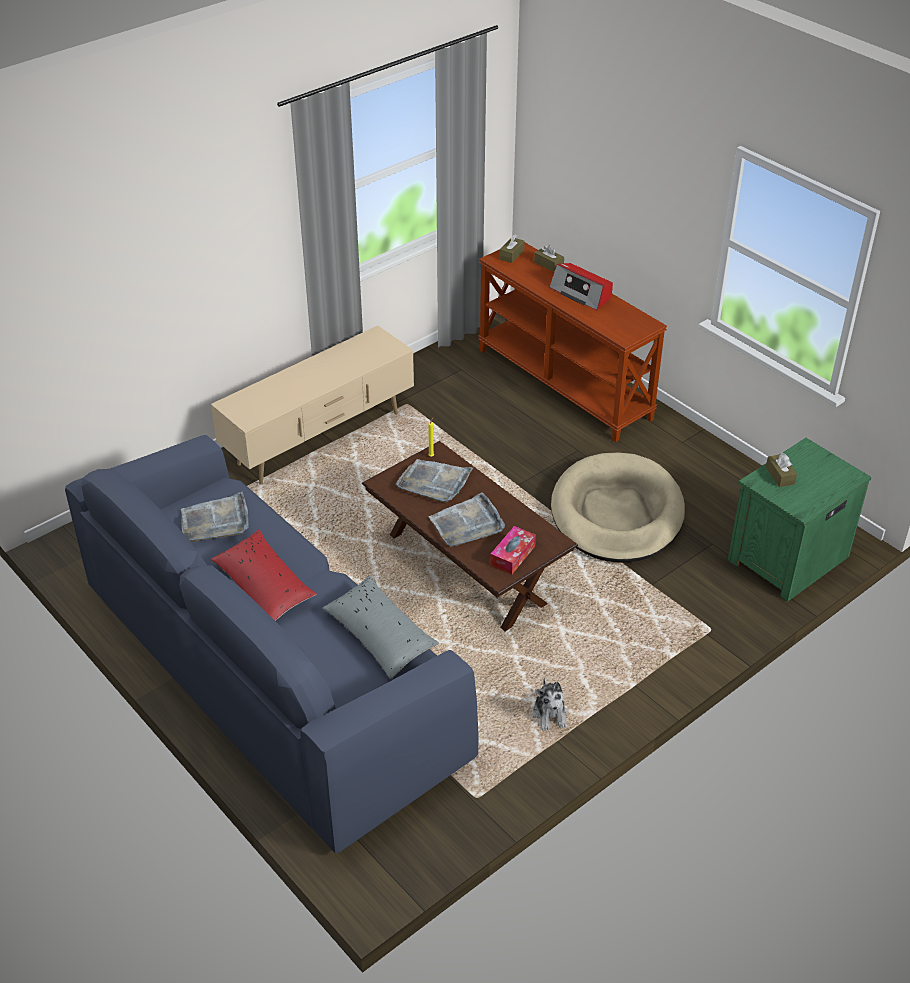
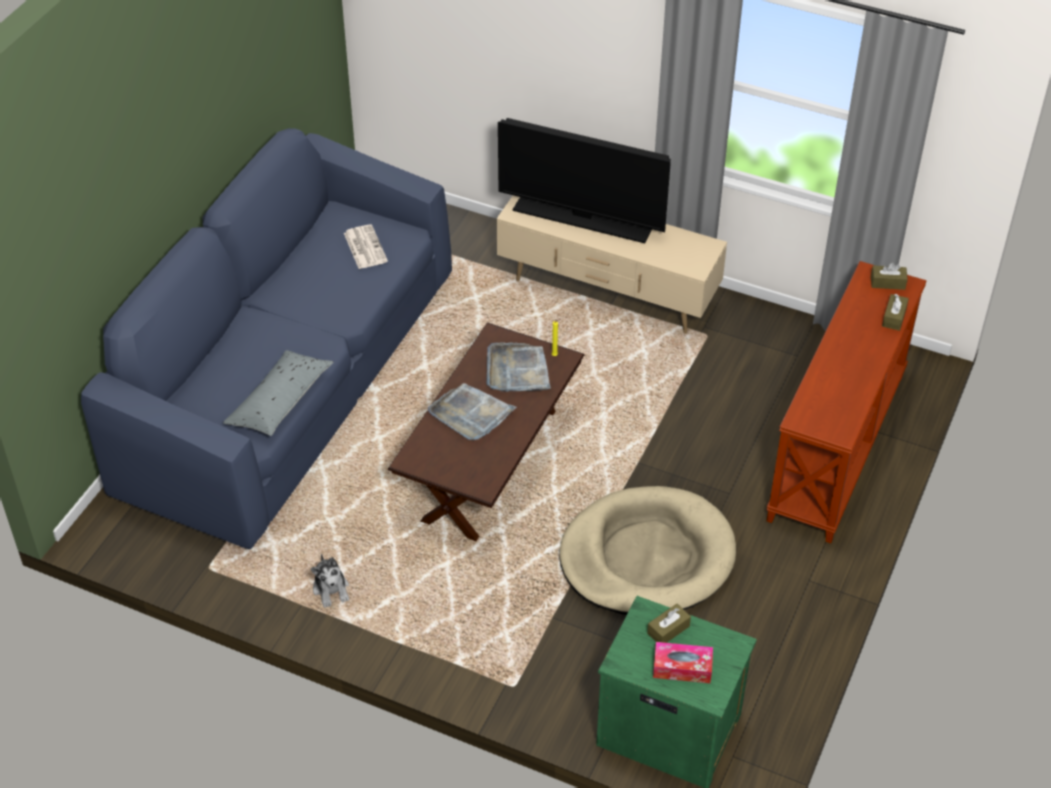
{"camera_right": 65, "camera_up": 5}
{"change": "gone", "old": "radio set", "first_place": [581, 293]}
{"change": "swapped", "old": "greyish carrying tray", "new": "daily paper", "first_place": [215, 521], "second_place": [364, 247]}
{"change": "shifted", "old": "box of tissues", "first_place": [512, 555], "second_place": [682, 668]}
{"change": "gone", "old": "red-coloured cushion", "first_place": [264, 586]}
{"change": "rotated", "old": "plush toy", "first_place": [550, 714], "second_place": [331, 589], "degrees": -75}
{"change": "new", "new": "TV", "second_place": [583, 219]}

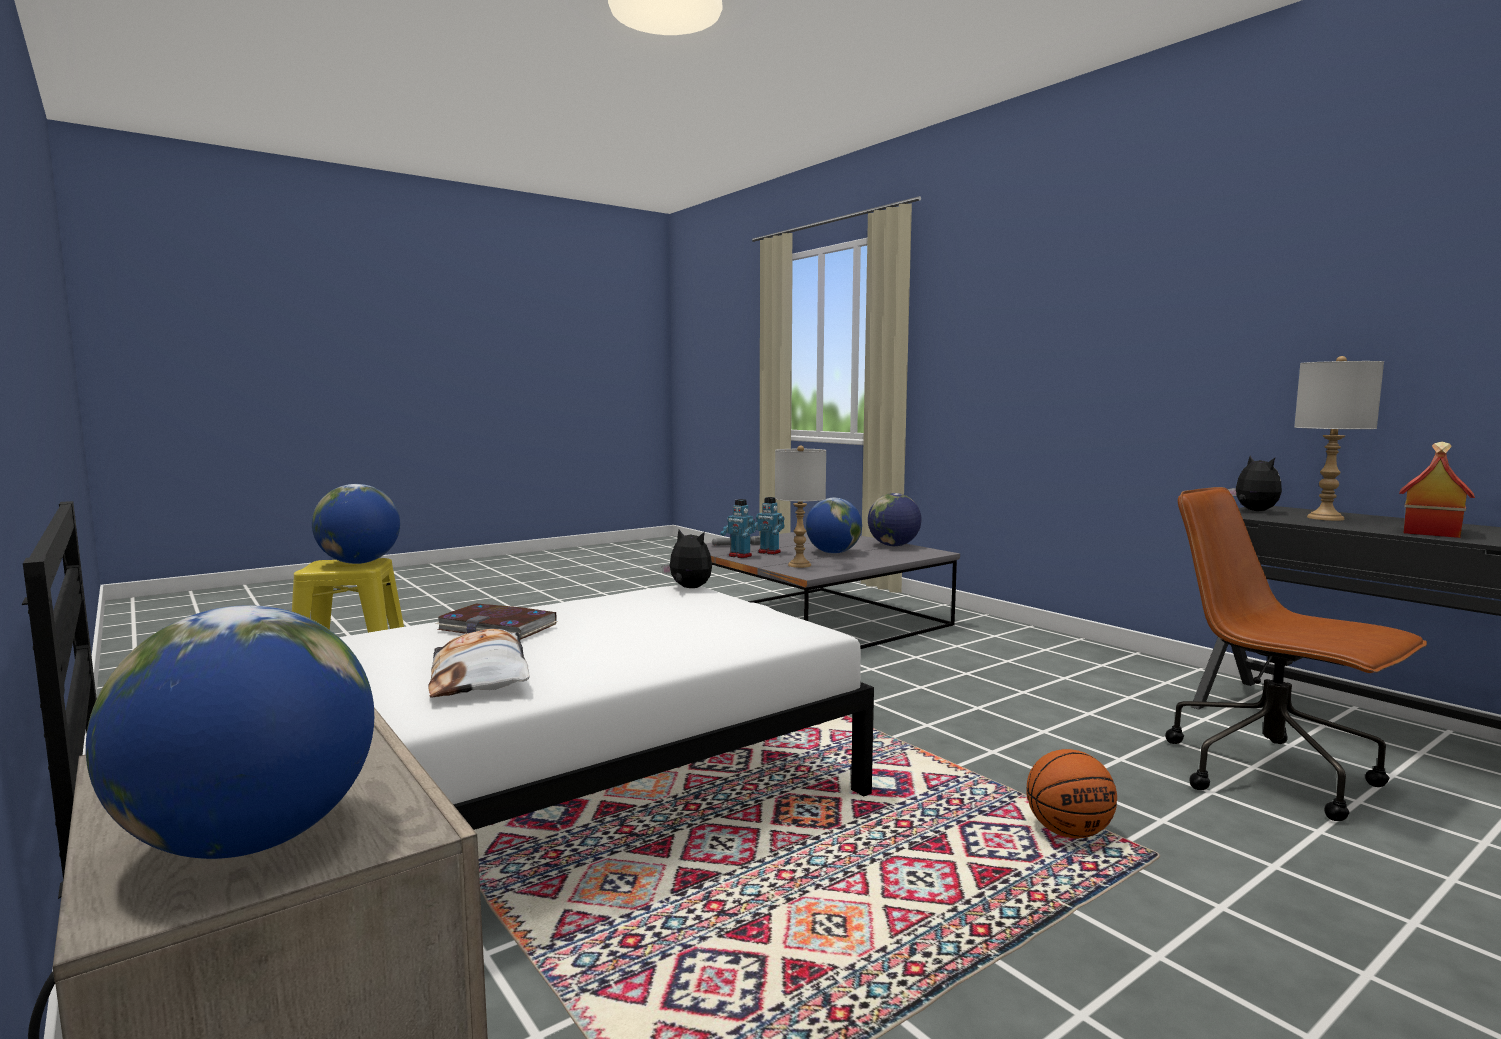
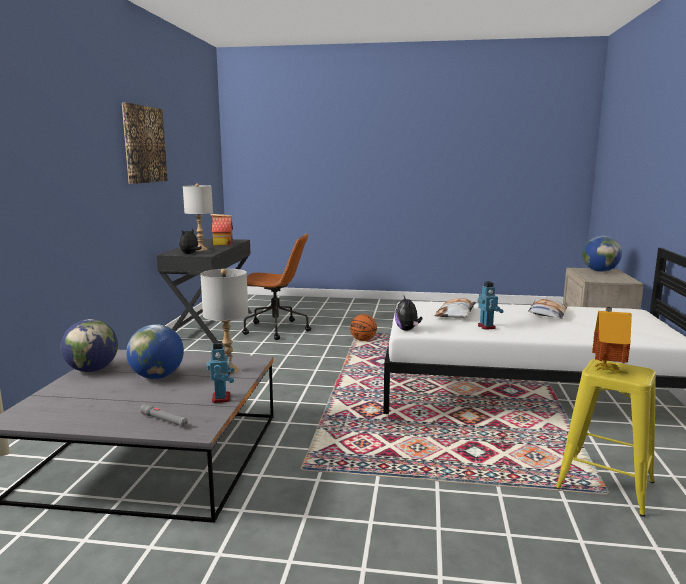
{"camera_right": -135, "camera_up": 5}
{"change": "swapped", "old": "desk globe", "new": "toy house", "first_place": [359, 563], "second_place": [607, 369]}
{"change": "rotated", "old": "brown-coloured desk chair", "first_place": [1273, 774], "second_place": [274, 330], "degrees": -90}
{"change": "shifted", "old": "toy robot", "first_place": [769, 552], "second_place": [487, 327]}
{"change": "gone", "old": "book", "first_place": [498, 627]}
{"change": "new", "new": "picture", "second_place": [144, 144]}
{"change": "new", "new": "cushion", "second_place": [456, 314]}

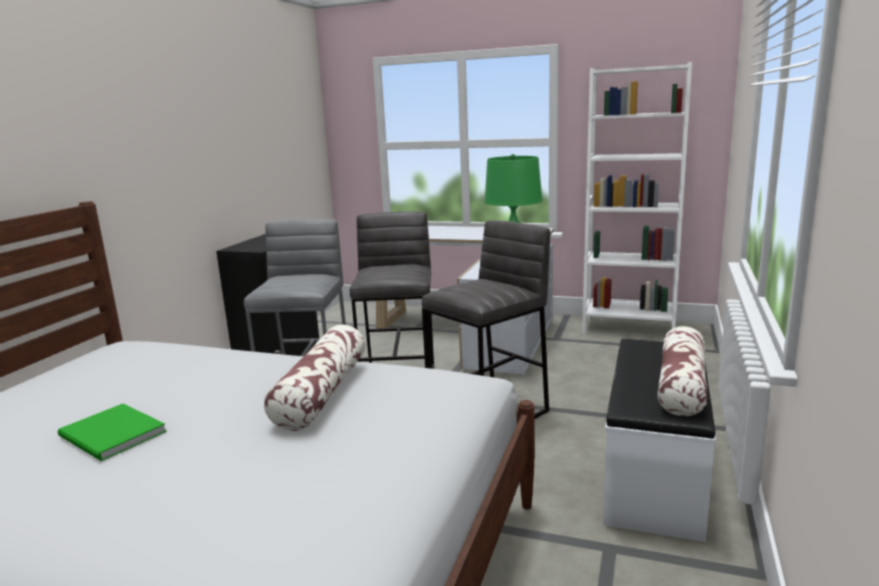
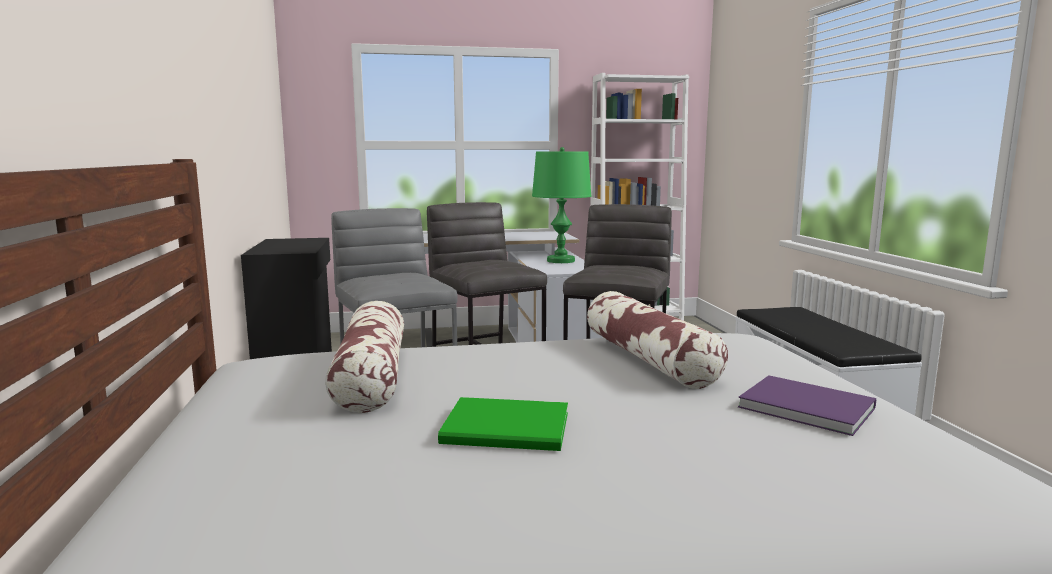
{"camera_right": -30, "camera_up": -5}
{"change": "shifted", "old": "cushion", "first_place": [681, 385], "second_place": [371, 376]}
{"change": "new", "new": "purplish book", "second_place": [803, 406]}

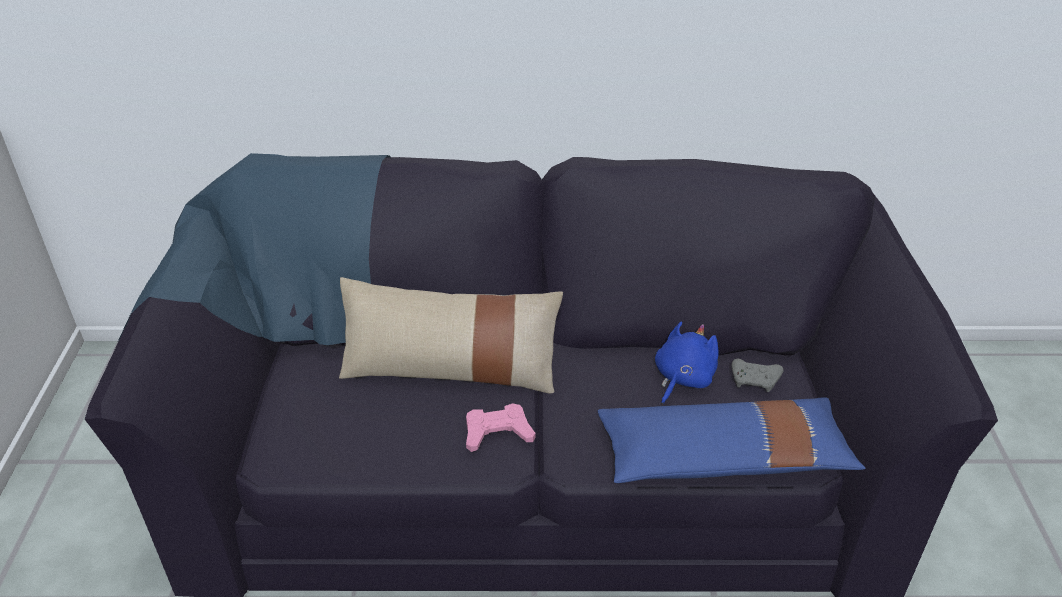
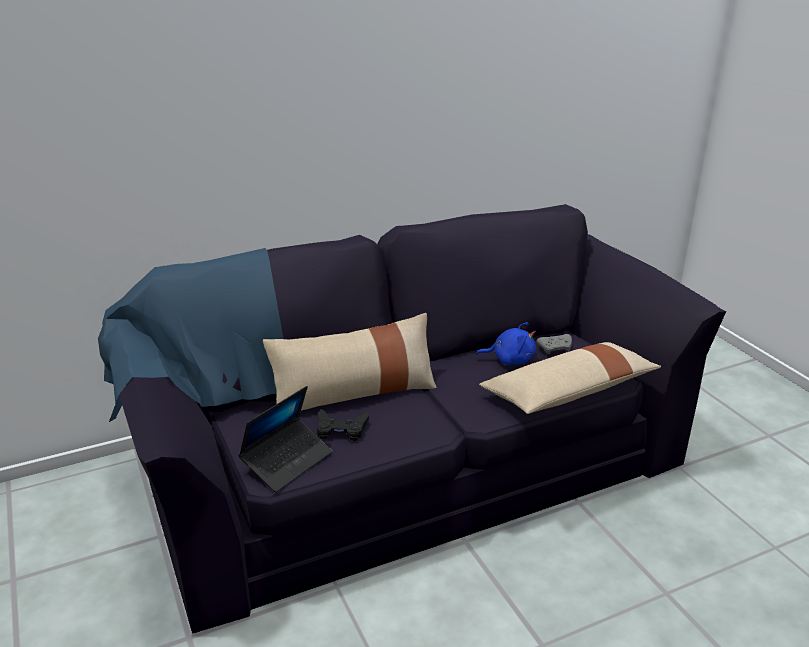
{"camera_right": -25, "camera_up": -10}
{"change": "rotated", "old": "blue plush toy", "first_place": [682, 378], "second_place": [510, 359], "degrees": 90}
{"change": "repainted", "old": "blue cushion", "new": "beige-coloured cushion", "first_place": [723, 458], "second_place": [569, 392]}
{"change": "gone", "old": "pinkish gamepad", "first_place": [497, 432]}
{"change": "new", "new": "portable computer", "second_place": [287, 461]}
{"change": "new", "new": "blackish gamepad", "second_place": [341, 429]}

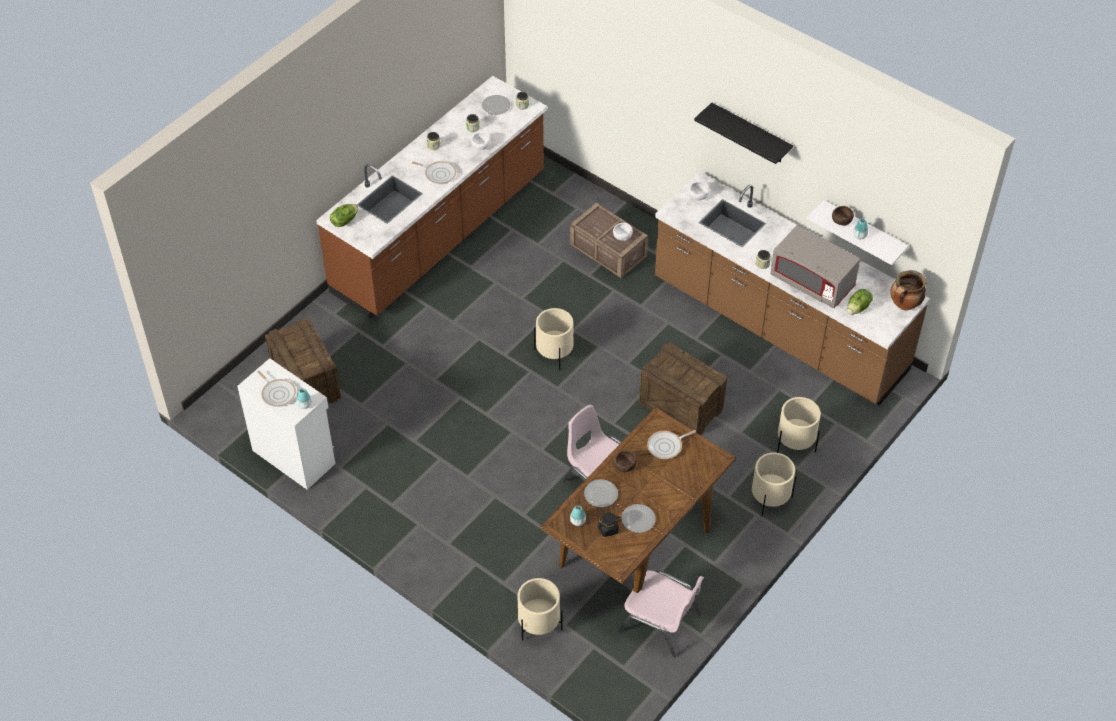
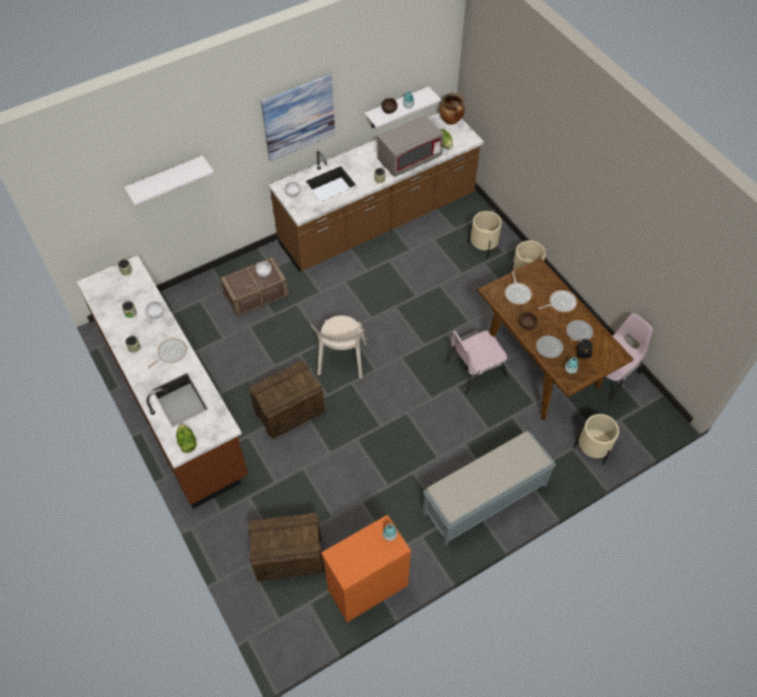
{"camera_right": -70, "camera_up": 5}
{"change": "gone", "old": "dinner plate", "first_place": [496, 106]}
{"change": "swapped", "old": "blackish bracket shelf", "new": "picture", "first_place": [750, 134], "second_place": [298, 117]}
{"change": "swapped", "old": "beige-coloured planter", "new": "beige-coloured chair", "first_place": [554, 354], "second_place": [341, 361]}
{"change": "shifted", "old": "shipping crate", "first_place": [680, 405], "second_place": [289, 411]}
{"change": "repainted", "old": "white-coloured cabinet", "new": "orange-coloured cabinet", "first_place": [294, 455], "second_place": [366, 587]}
{"change": "shifted", "old": "frying pan", "first_place": [278, 393], "second_place": [560, 303]}
{"change": "new", "new": "white-coloured bracket shelf", "second_place": [166, 180]}
{"change": "new", "new": "greyish long seat", "second_place": [484, 500]}

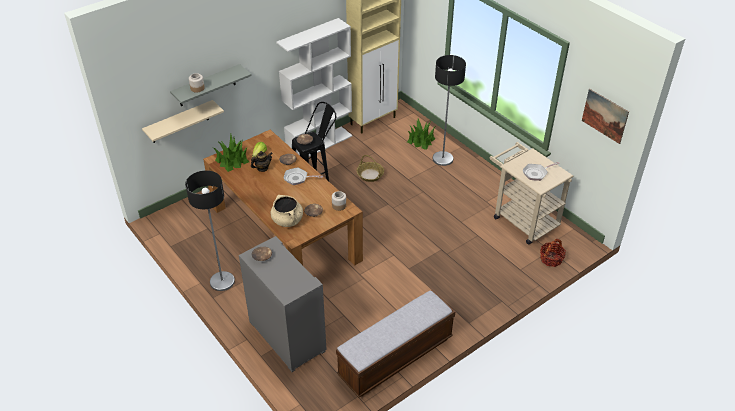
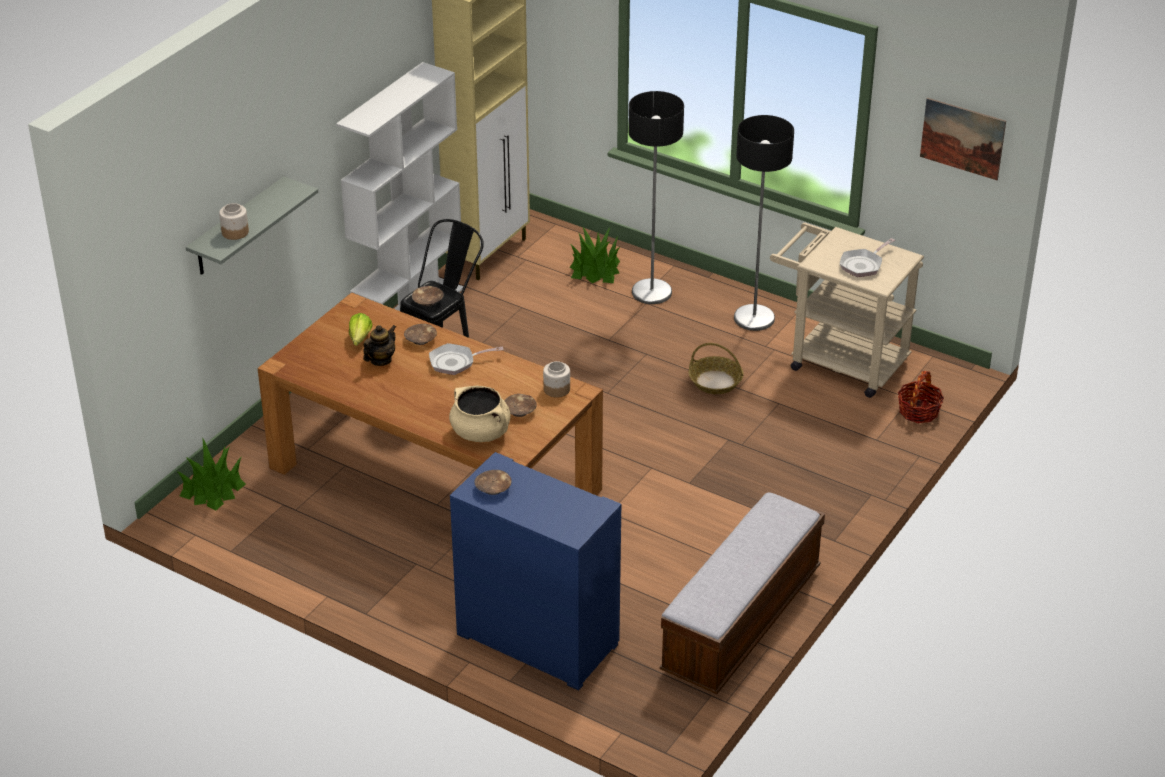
{"camera_right": -20, "camera_up": -5}
{"change": "gone", "old": "beige-coloured bracket shelf", "first_place": [179, 122]}
{"change": "shifted", "old": "potted plant", "first_place": [232, 160], "second_place": [213, 489]}
{"change": "shifted", "old": "household basket", "first_place": [370, 175], "second_place": [715, 381]}
{"change": "shifted", "old": "standard lamp", "first_place": [222, 281], "second_place": [753, 318]}
{"change": "repainted", "old": "greyish cabinet", "new": "blue cabinet", "first_place": [286, 336], "second_place": [536, 639]}

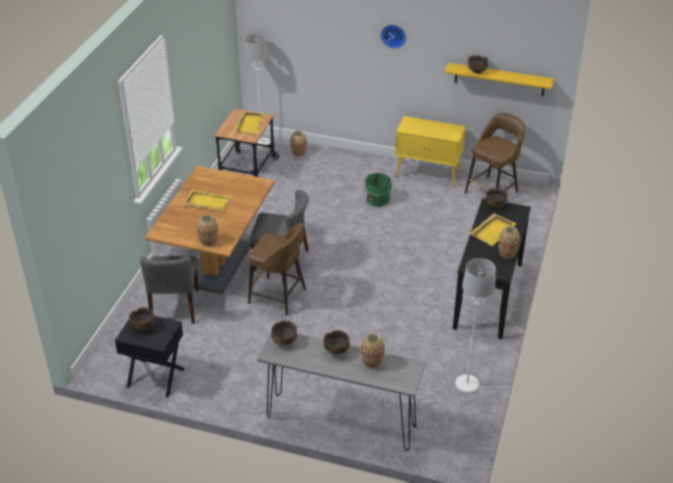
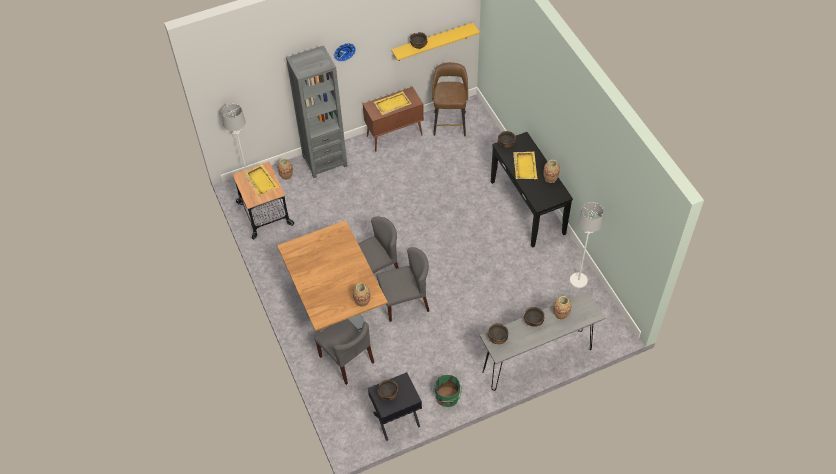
{"camera_right": -40, "camera_up": 15}
{"change": "repainted", "old": "yellowish cabinet", "new": "brown-coloured cabinet", "first_place": [428, 174], "second_place": [395, 135]}
{"change": "shifted", "old": "greenish pail", "first_place": [377, 200], "second_place": [447, 397]}
{"change": "shifted", "old": "yellowish carrying tray", "first_place": [207, 202], "second_place": [392, 104]}
{"change": "swapped", "old": "brown-coloured sitting stool", "new": "greyish chair", "first_place": [279, 296], "second_place": [405, 301]}
{"change": "new", "new": "greyish bookshelf", "second_place": [325, 161]}

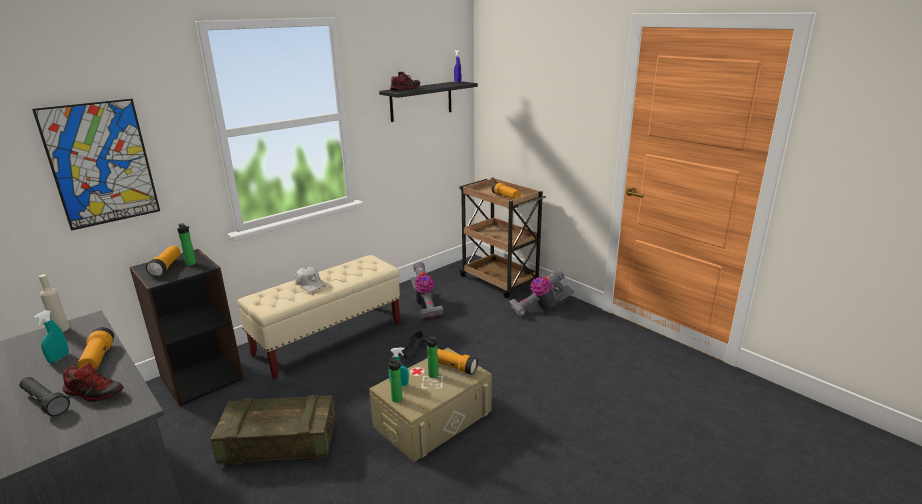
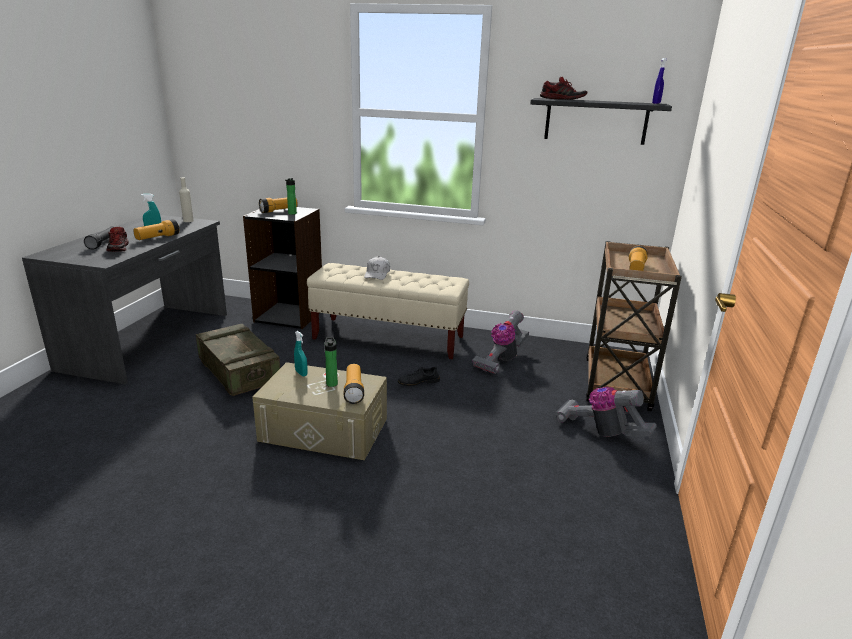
{"camera_right": 55, "camera_up": 0}
{"change": "gone", "old": "picture", "first_place": [101, 164]}
{"change": "gone", "old": "drink bottle", "first_place": [398, 400]}

